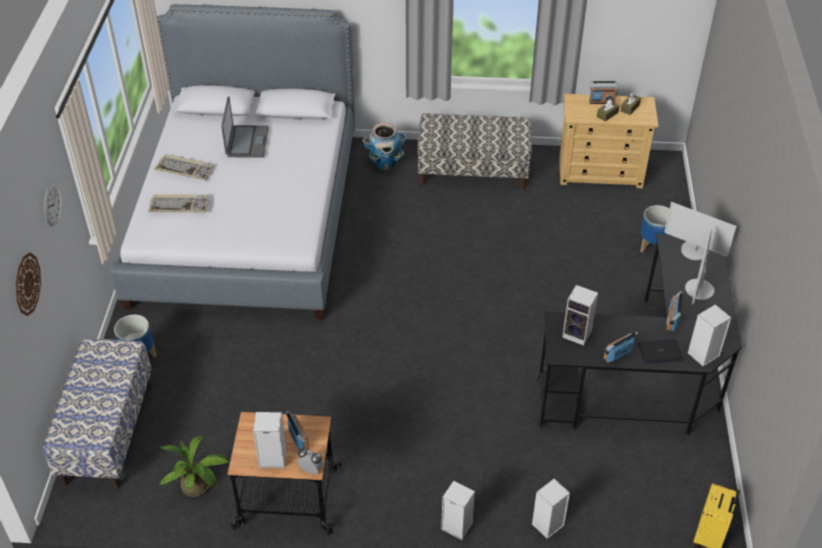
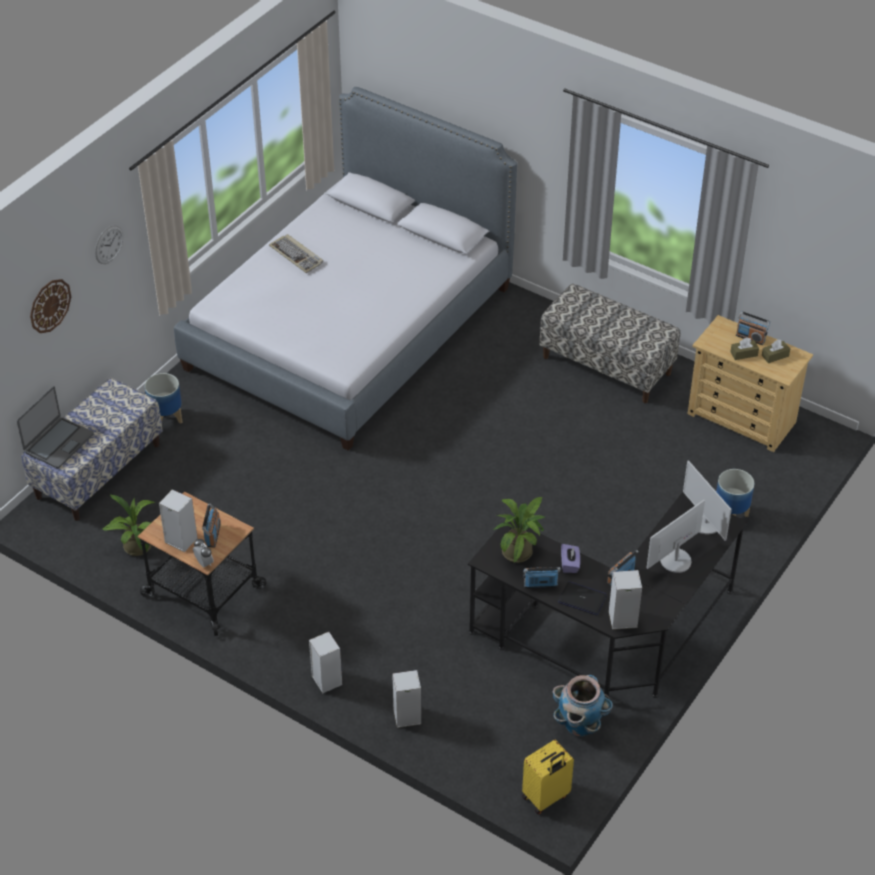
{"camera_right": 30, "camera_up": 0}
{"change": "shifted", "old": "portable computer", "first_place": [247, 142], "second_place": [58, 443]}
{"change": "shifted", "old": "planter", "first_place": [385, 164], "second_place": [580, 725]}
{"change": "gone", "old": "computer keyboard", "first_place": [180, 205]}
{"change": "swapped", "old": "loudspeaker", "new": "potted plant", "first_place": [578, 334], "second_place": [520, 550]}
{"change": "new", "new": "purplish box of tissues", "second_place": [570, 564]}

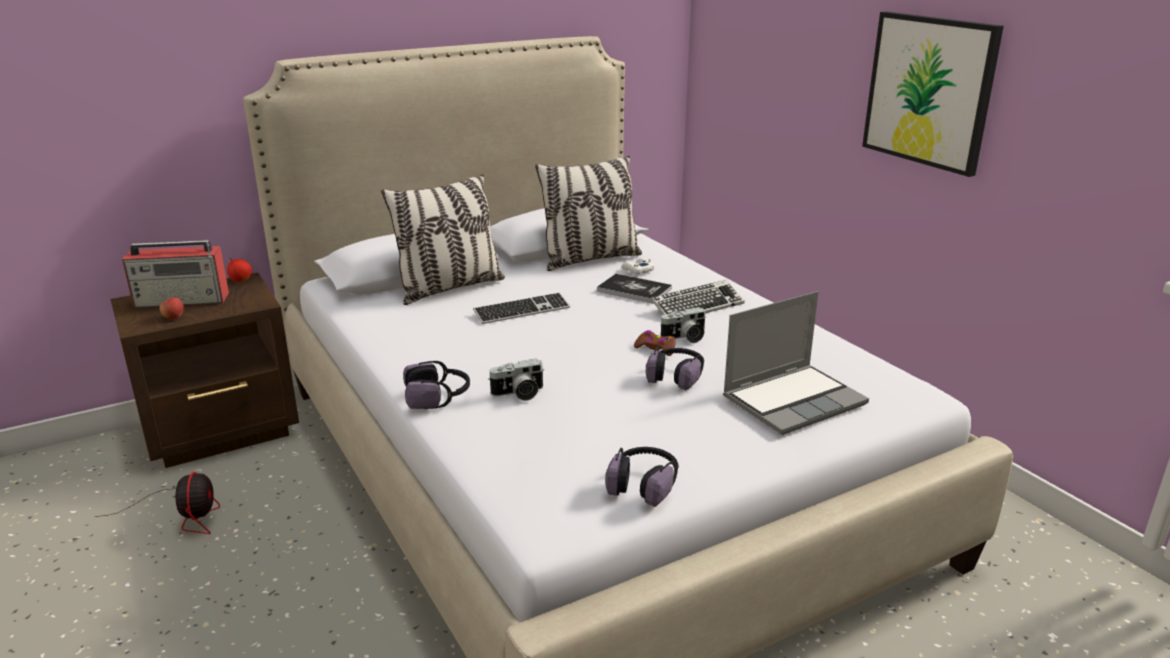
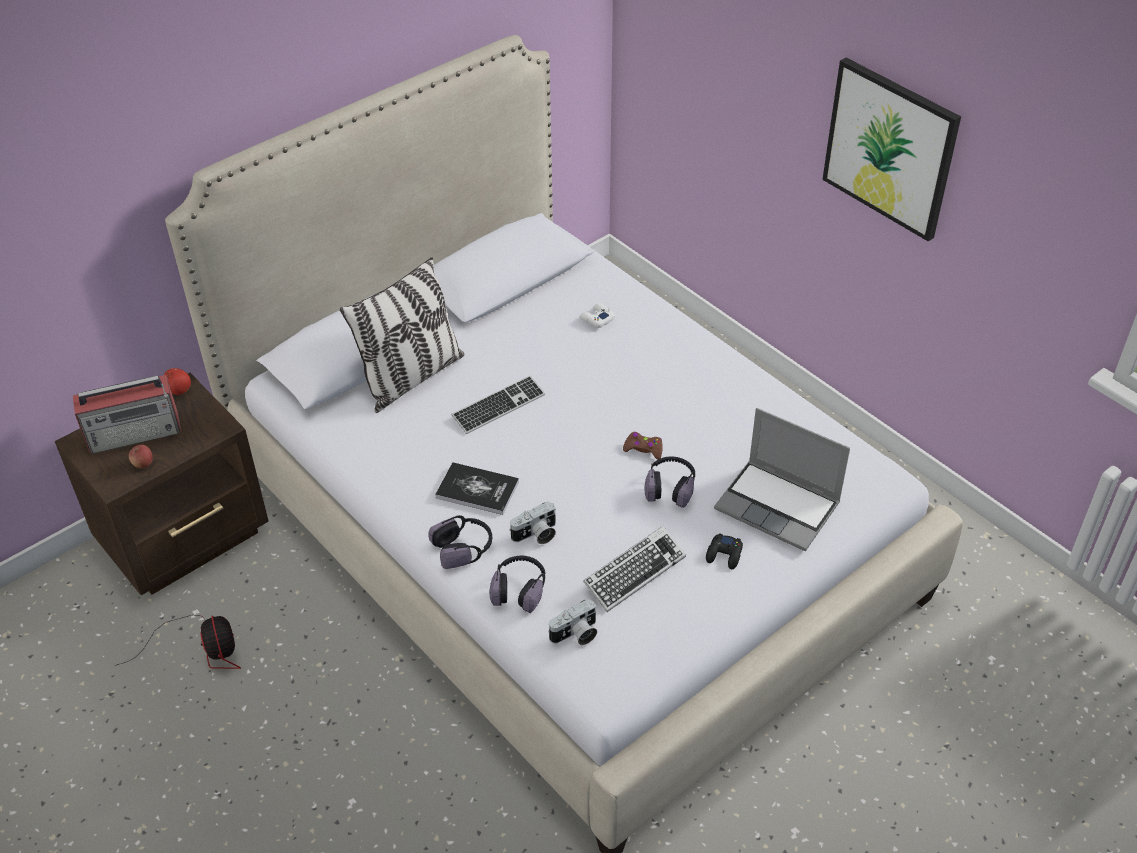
{"camera_right": -10, "camera_up": 20}
{"change": "gone", "old": "cushion", "first_place": [590, 259]}
{"change": "shifted", "old": "book", "first_place": [634, 290], "second_place": [477, 489]}
{"change": "shifted", "old": "computer keyboard", "first_place": [697, 307], "second_place": [634, 572]}
{"change": "rotated", "old": "portable computer", "first_place": [794, 400], "second_place": [779, 506], "degrees": 75}
{"change": "shifted", "old": "photo camera", "first_place": [685, 338], "second_place": [576, 634]}
{"change": "shifted", "old": "headphones", "first_place": [644, 485], "second_place": [519, 589]}
{"change": "new", "new": "blackish gamepad", "second_place": [724, 554]}

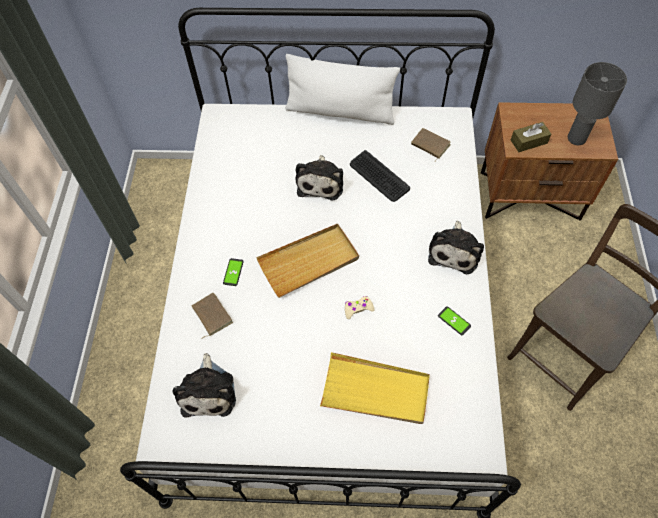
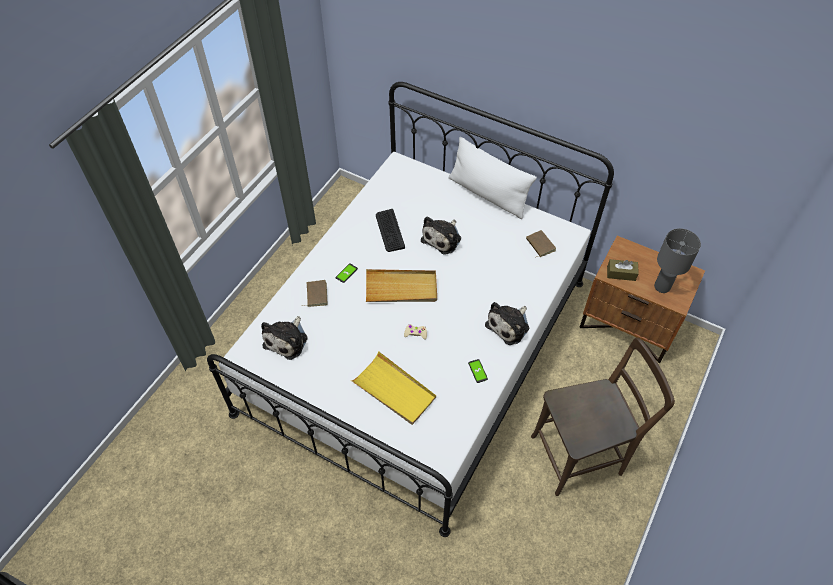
{"camera_right": 25, "camera_up": -5}
{"change": "shifted", "old": "computer keyboard", "first_place": [379, 176], "second_place": [389, 231]}

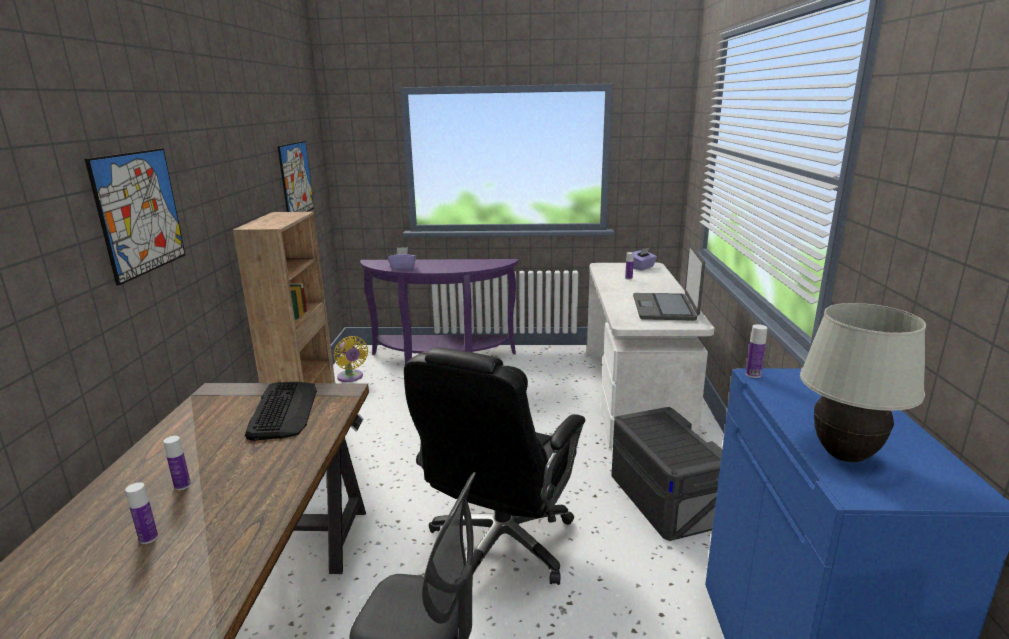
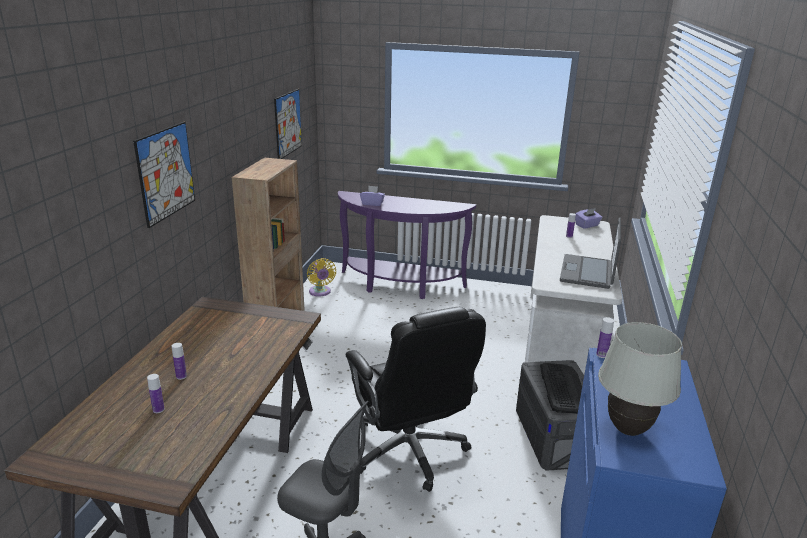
{"camera_right": 10, "camera_up": 5}
{"change": "rotated", "old": "blackish desk chair", "first_place": [500, 544], "second_place": [410, 451], "degrees": -60}
{"change": "shifted", "old": "computer keyboard", "first_place": [283, 410], "second_place": [562, 388]}

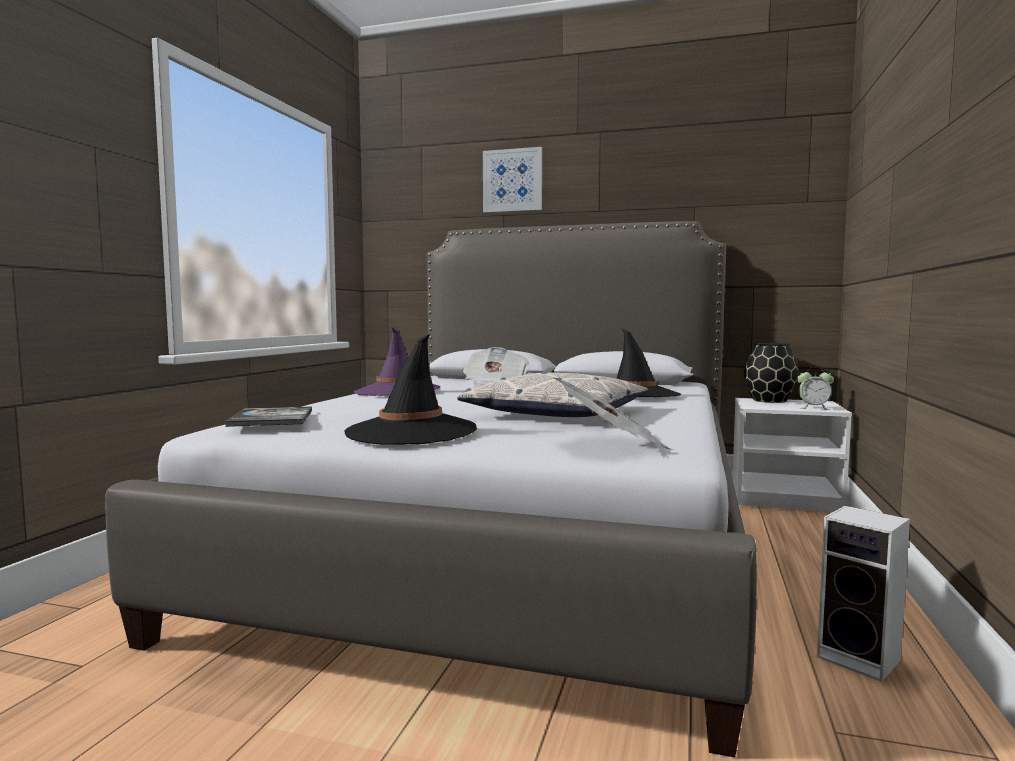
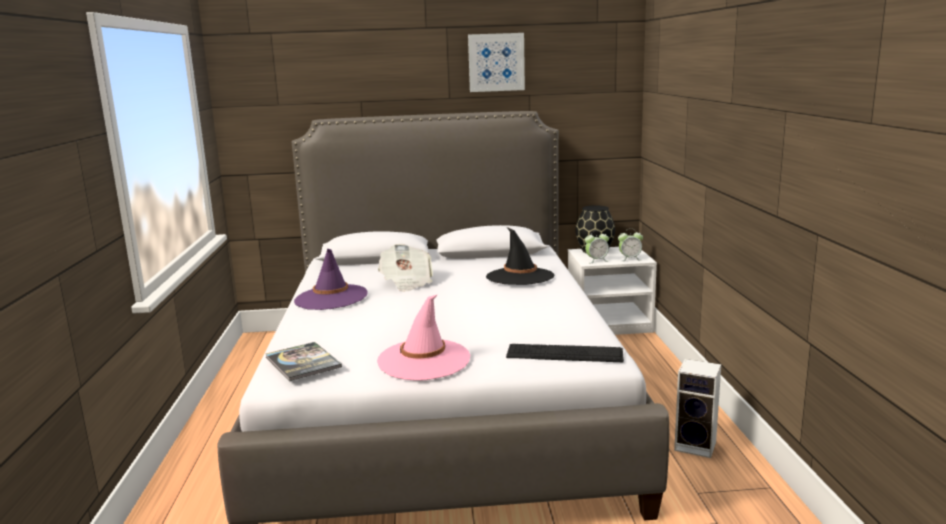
{"camera_right": -20, "camera_up": 10}
{"change": "shifted", "old": "picture", "first_place": [512, 180], "second_place": [496, 62]}
{"change": "repainted", "old": "blackish hat", "new": "pinkish hat", "first_place": [411, 431], "second_place": [424, 360]}
{"change": "gone", "old": "cushion", "first_place": [556, 413]}
{"change": "swapped", "old": "daily paper", "new": "computer keyboard", "first_place": [611, 445], "second_place": [564, 353]}
{"change": "new", "new": "alarm clock", "second_place": [596, 260]}

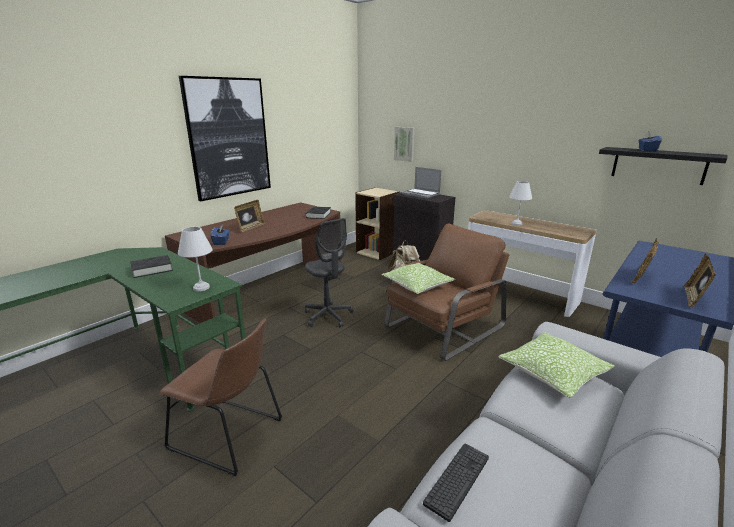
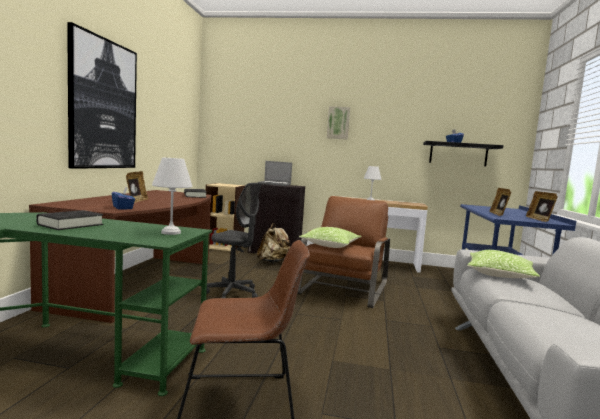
{"camera_right": -30, "camera_up": -15}
{"change": "shifted", "old": "picture", "first_place": [404, 144], "second_place": [338, 123]}
{"change": "gone", "old": "computer keyboard", "first_place": [457, 480]}

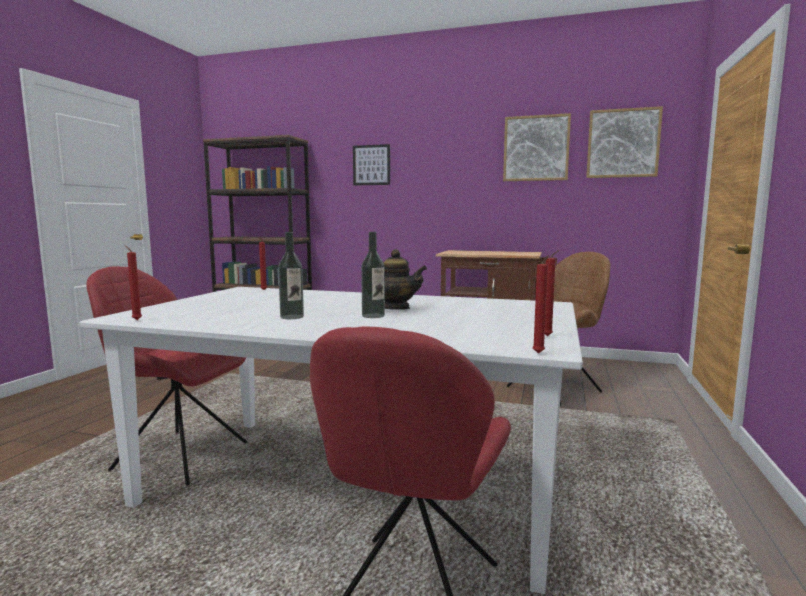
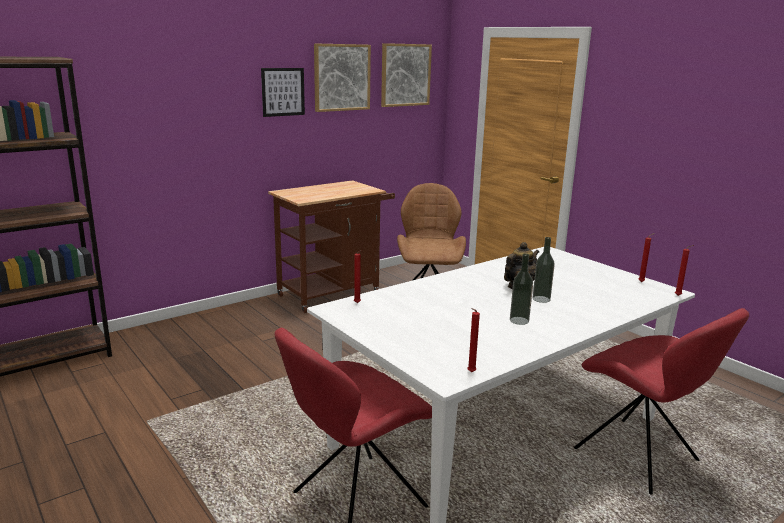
{"camera_right": -55, "camera_up": 10}
{"change": "shifted", "old": "picture", "first_place": [371, 165], "second_place": [283, 92]}

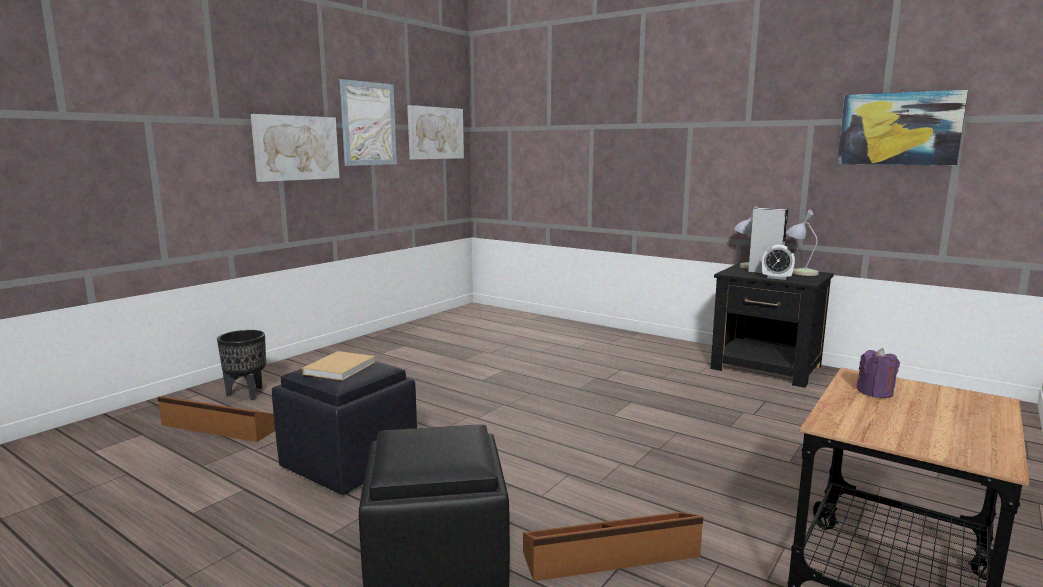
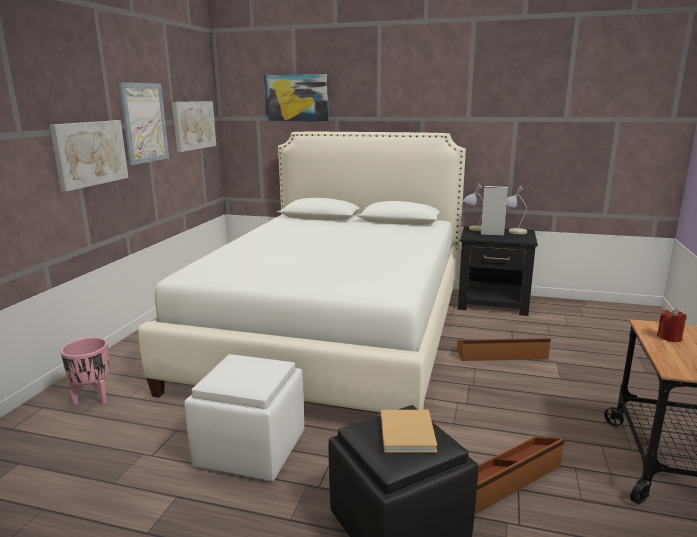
{"camera_right": -20, "camera_up": 5}
{"change": "shifted", "old": "picture", "first_place": [899, 128], "second_place": [297, 97]}
{"change": "gone", "old": "alarm clock", "first_place": [776, 278]}
{"change": "repainted", "old": "blackish planter", "new": "pinkish planter", "first_place": [246, 394], "second_place": [93, 398]}
{"change": "repainted", "old": "purplish wax candle", "new": "red-coloured wax candle", "first_place": [875, 392], "second_place": [669, 338]}
{"change": "shifted", "old": "beige-coloured book", "first_place": [341, 367], "second_place": [407, 431]}
{"change": "repainted", "old": "blackish footrest", "new": "white-coloured footrest", "first_place": [351, 463], "second_place": [252, 449]}
{"change": "shifted", "old": "brown-coloured storage container", "first_place": [218, 427], "second_place": [502, 355]}
{"change": "new", "new": "white-coloured sleeping bed", "second_place": [334, 333]}

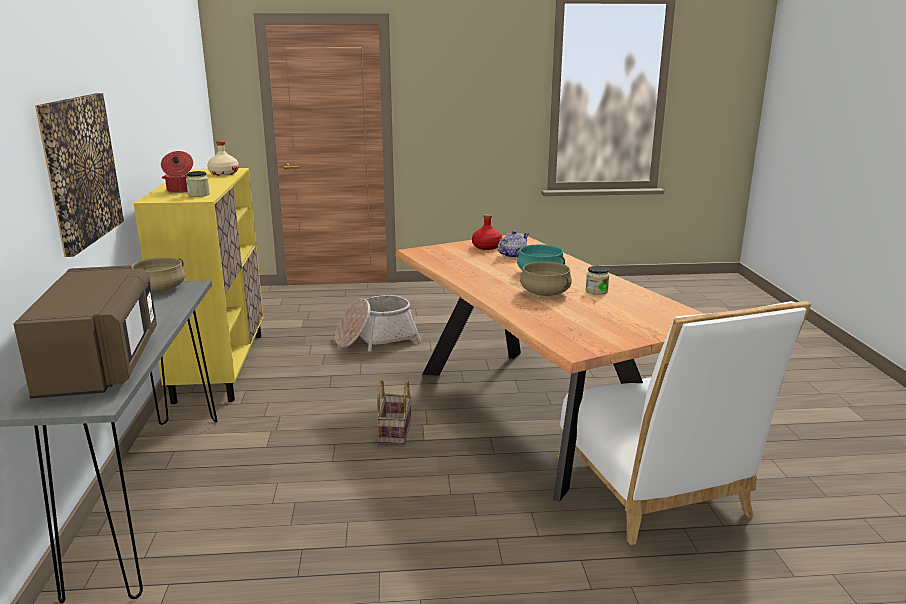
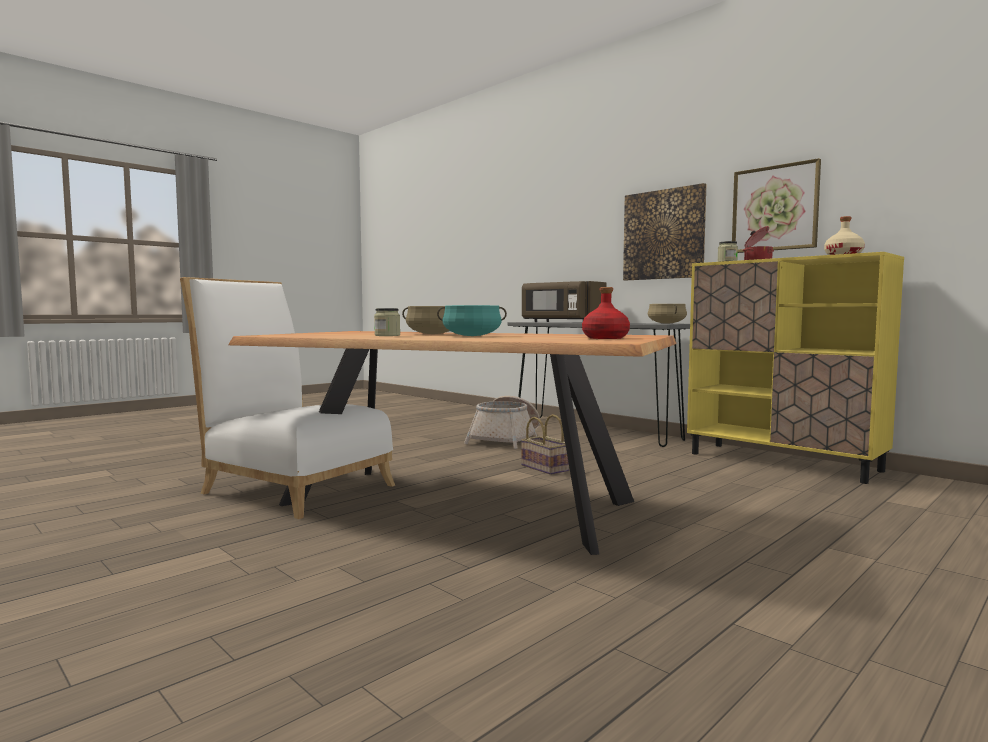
{"camera_right": 140, "camera_up": -15}
{"change": "gone", "old": "pot for tea", "first_place": [512, 255]}
{"change": "shifted", "old": "household basket", "first_place": [376, 339], "second_place": [506, 439]}
{"change": "new", "new": "picture", "second_place": [774, 208]}

